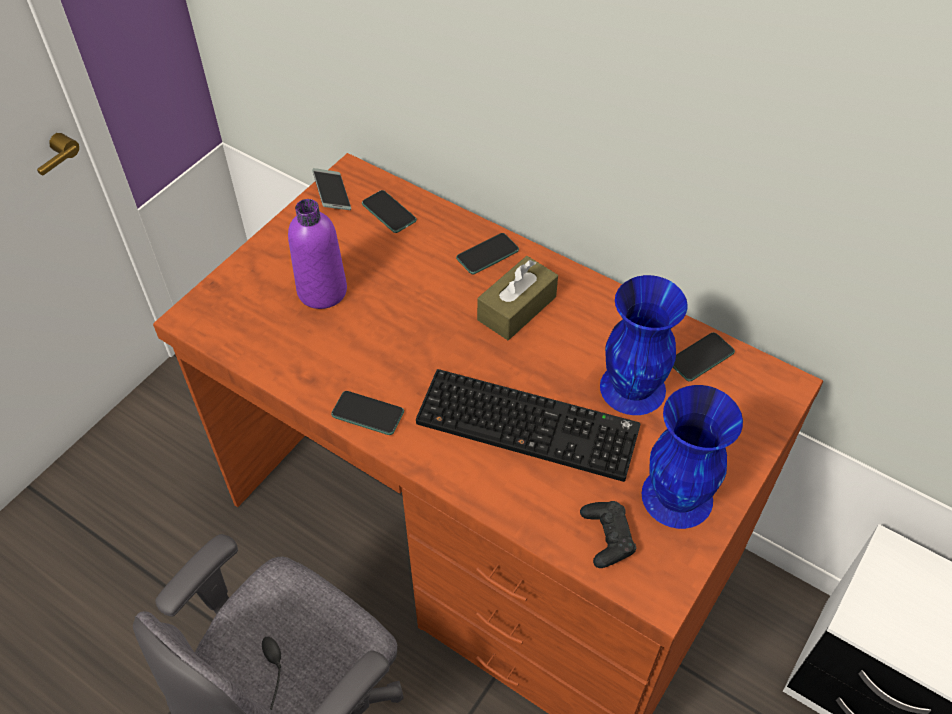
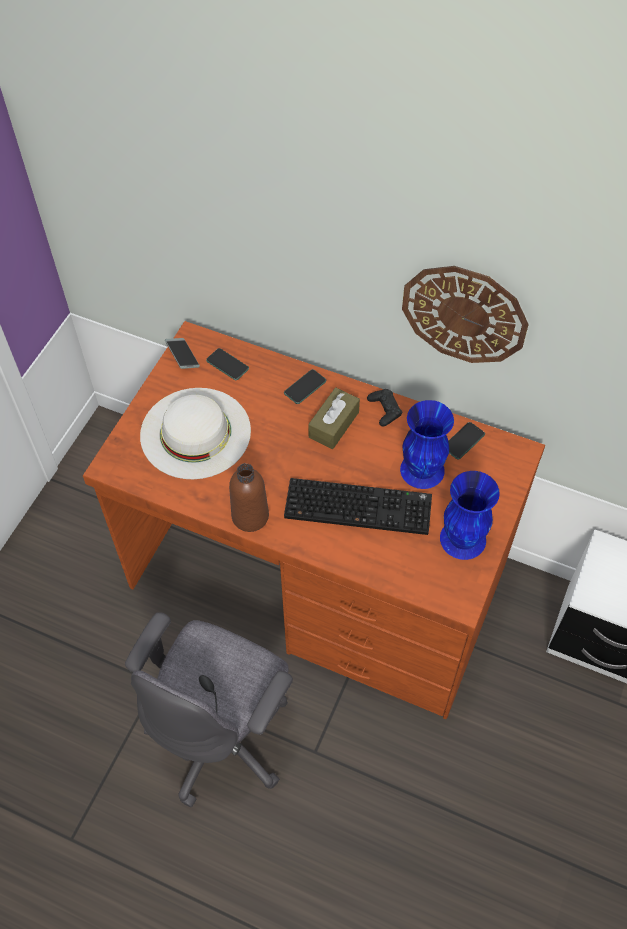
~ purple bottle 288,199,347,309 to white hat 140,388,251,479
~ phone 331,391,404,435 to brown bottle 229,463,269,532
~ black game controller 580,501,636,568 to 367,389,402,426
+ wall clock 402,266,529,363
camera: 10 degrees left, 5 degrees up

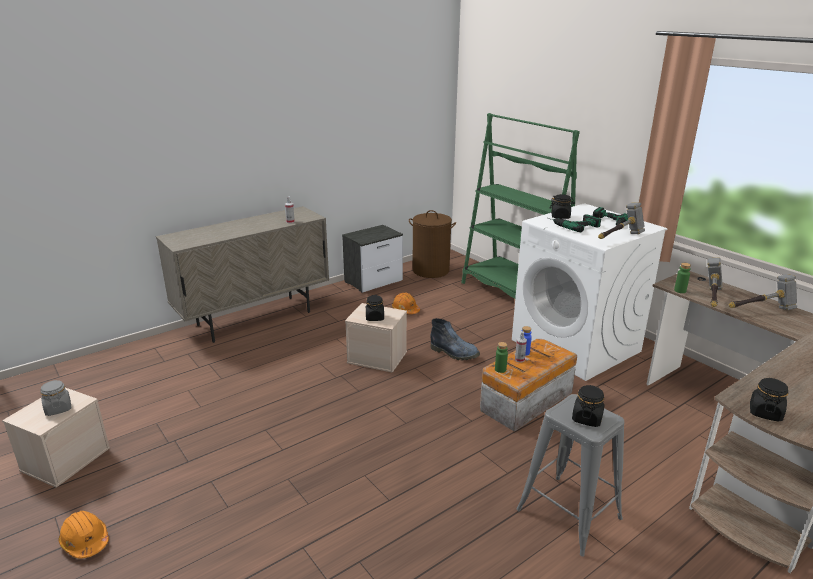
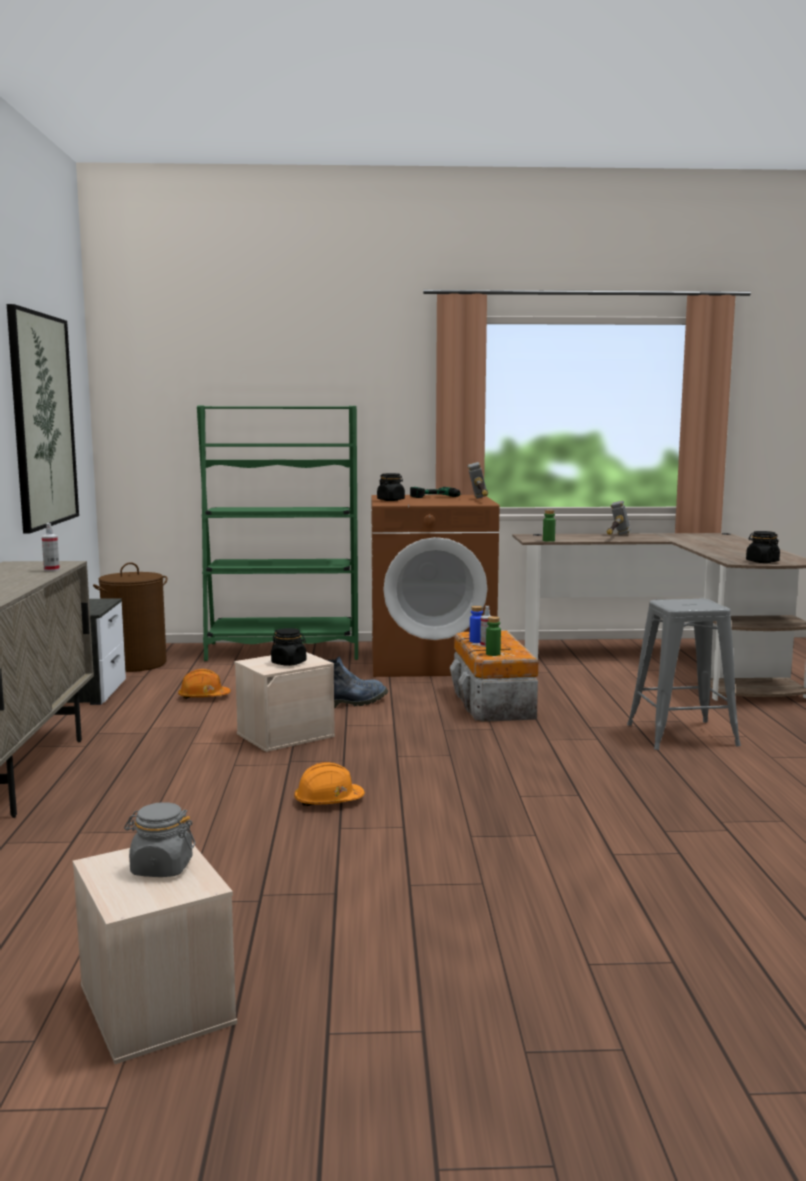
+ picture 7,304,79,534
~ orange hard hat 59,511,109,559 to 294,762,365,806
~ white washing machine 512,203,668,381 to brown washing machine 371,495,500,677
- power drill 548,214,601,232
- black jar 572,385,605,427
- hammer 707,257,722,307
camera: 55 degrees left, 15 degrees down

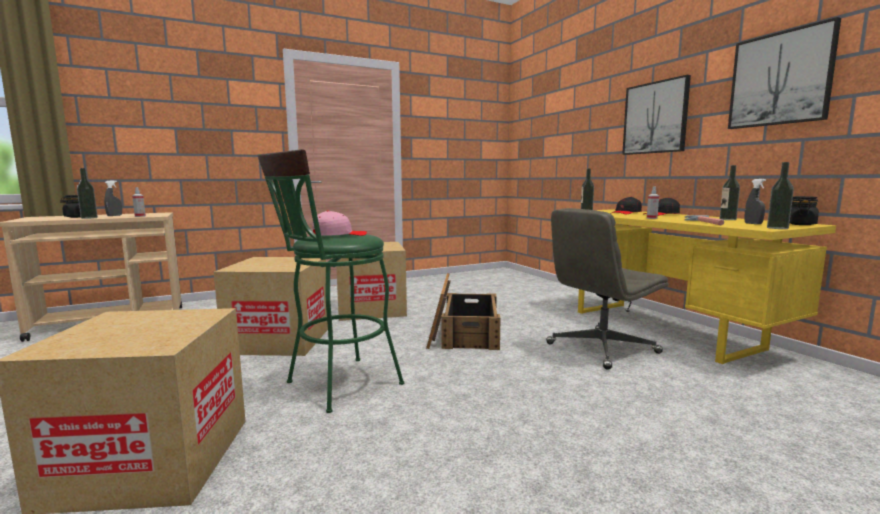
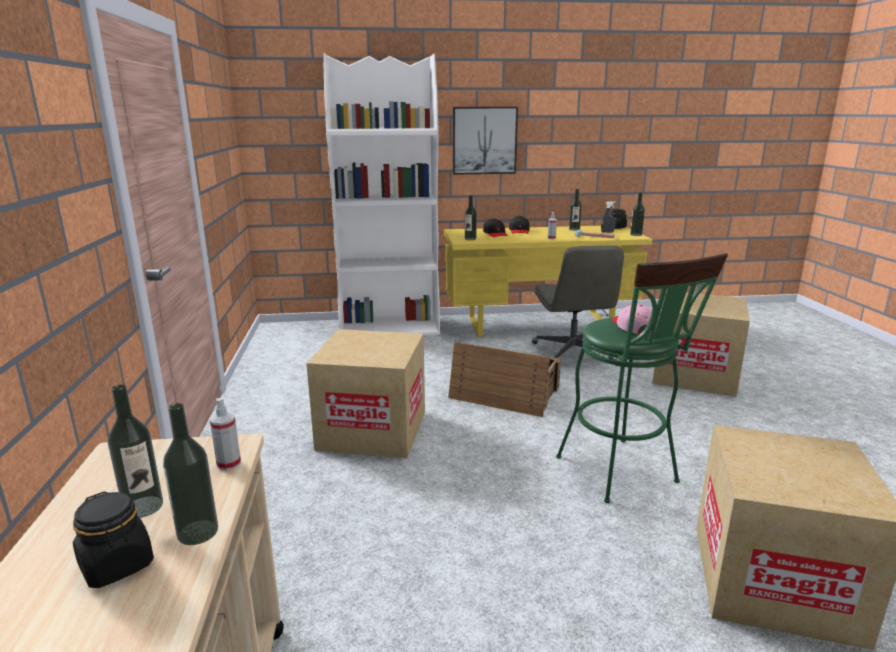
~ grey spray bottle 104,180,122,216 to bottle 108,384,163,518
+ white bookcase 323,53,440,336
~ cardboard box 214,257,328,356 to 652,291,750,397
- picture 728,17,841,129
camera: 70 degrees left, 10 degrees up

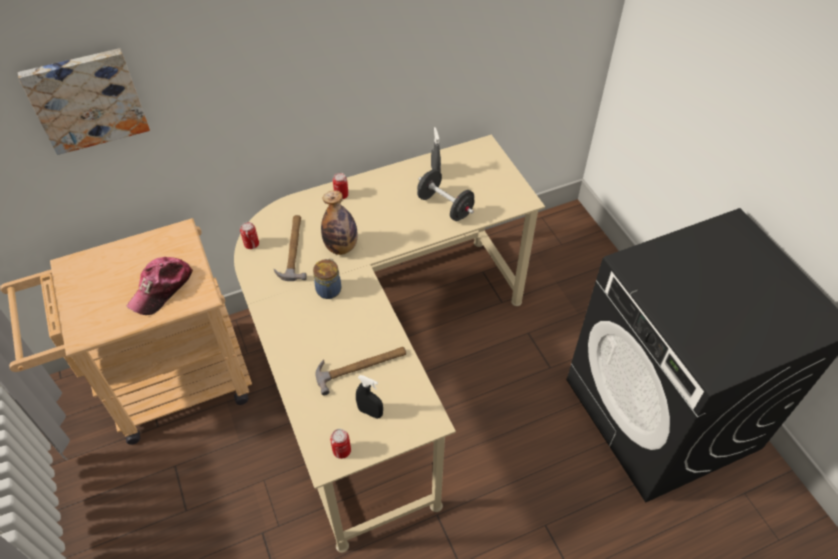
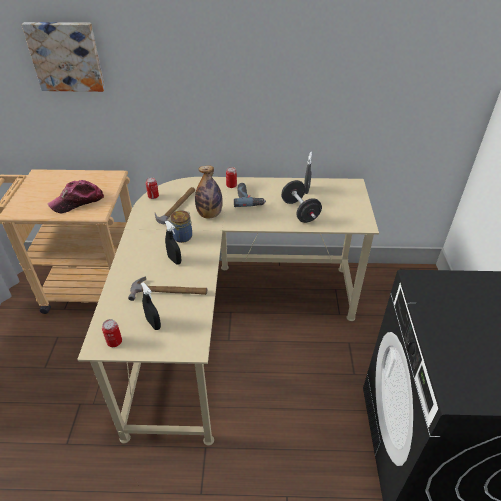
+ black spray bottle 165,221,181,265
+ power drill 234,183,266,207
camera: 25 degrees right, 10 degrees down

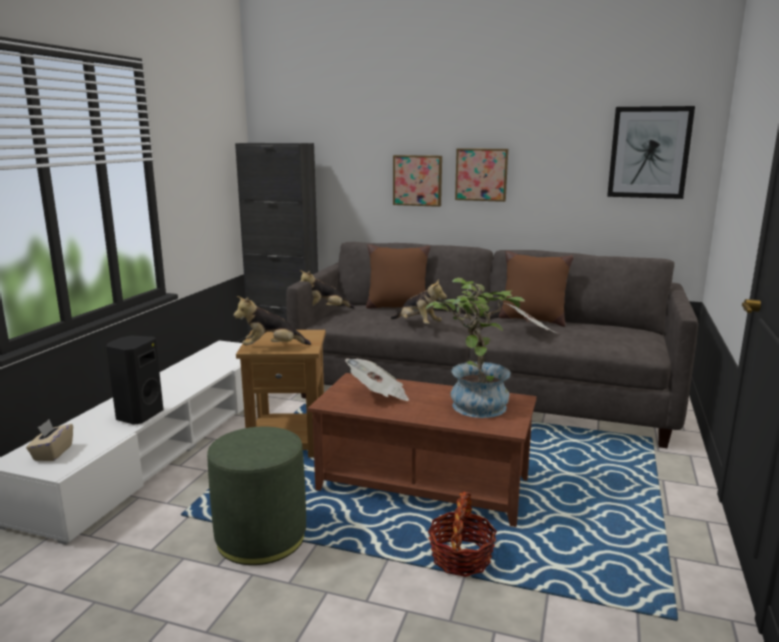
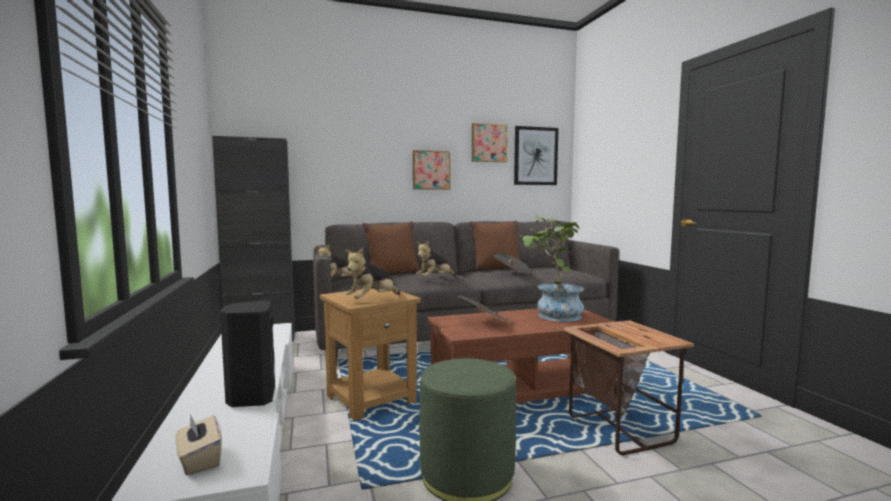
~ plush toy 391,279,447,324 = 416,241,456,277 135 degrees clockwise
~ picture 393,155,442,207 to 472,123,508,162
~ basket 428,492,497,577 to side table 564,321,694,455
camera: 35 degrees left, 10 degrees down

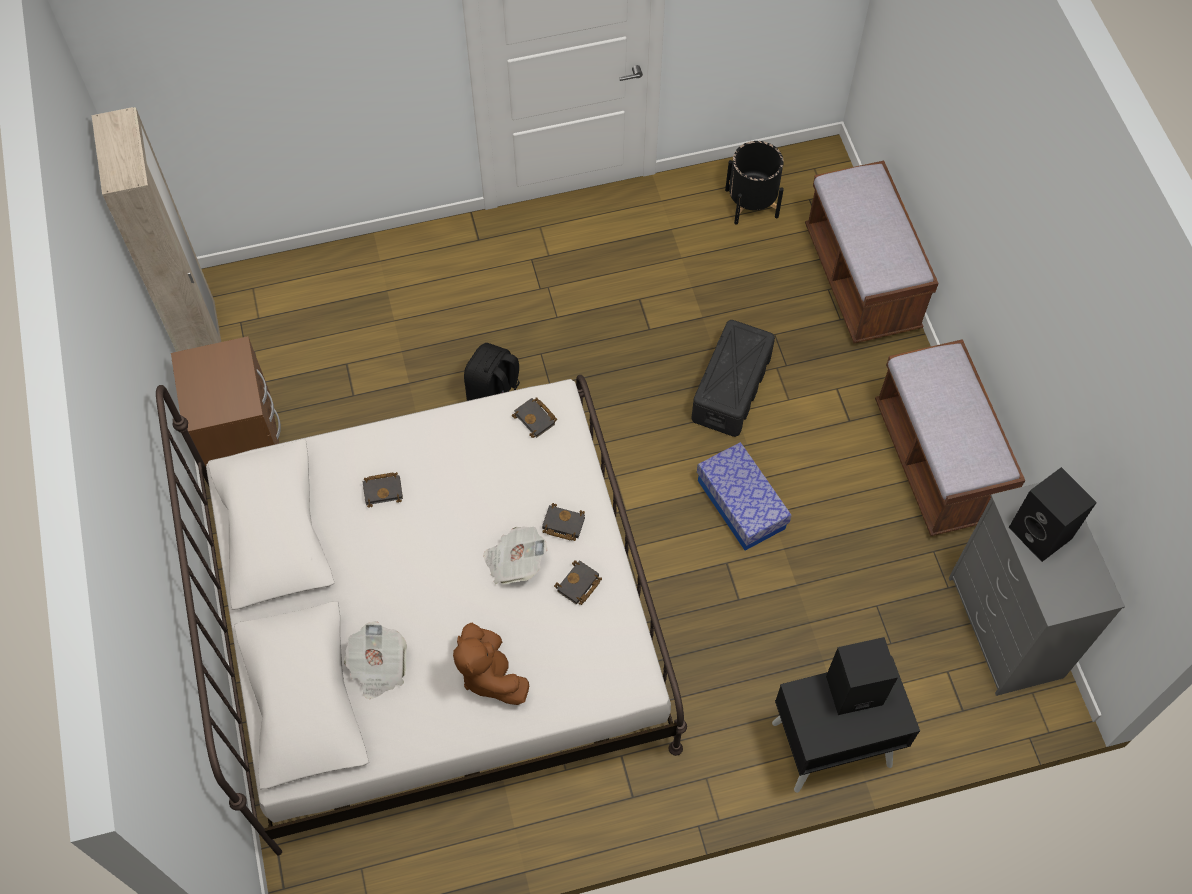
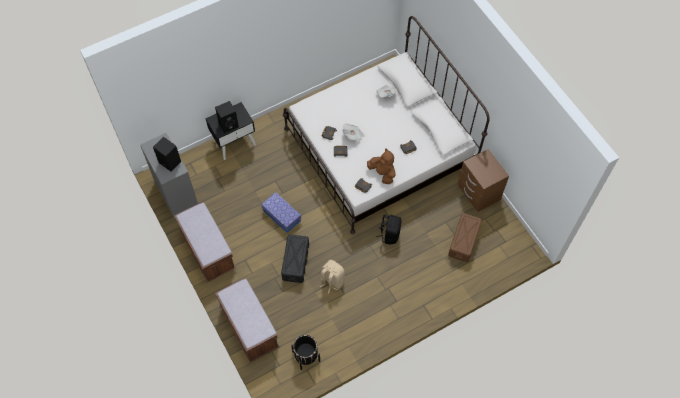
+ beige backpack 320,260,345,294
~ brown plush toy 453,623,529,705 to 367,149,396,184
+ brown storage box 448,213,482,262
- beige wardrobe 92,107,221,352
camera: 165 degrees right, 0 degrees up

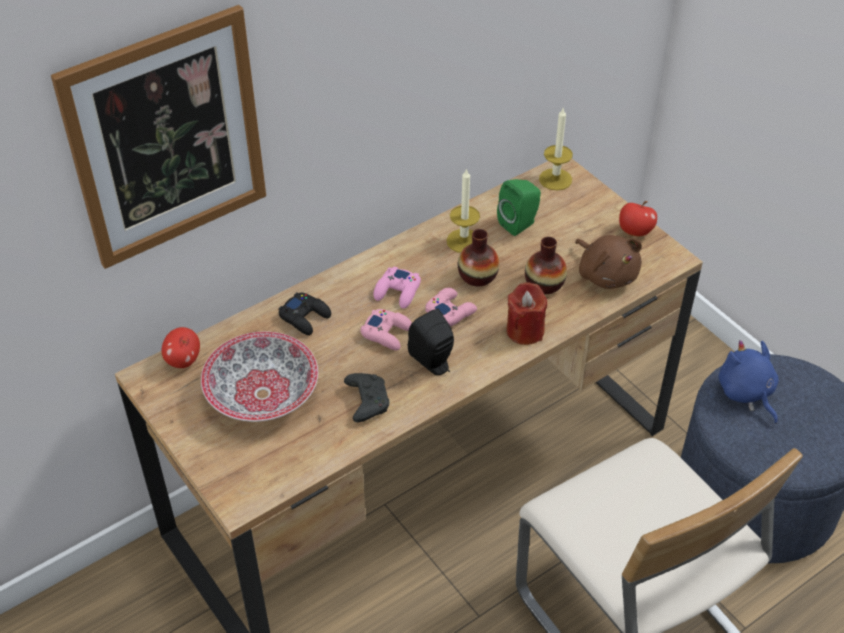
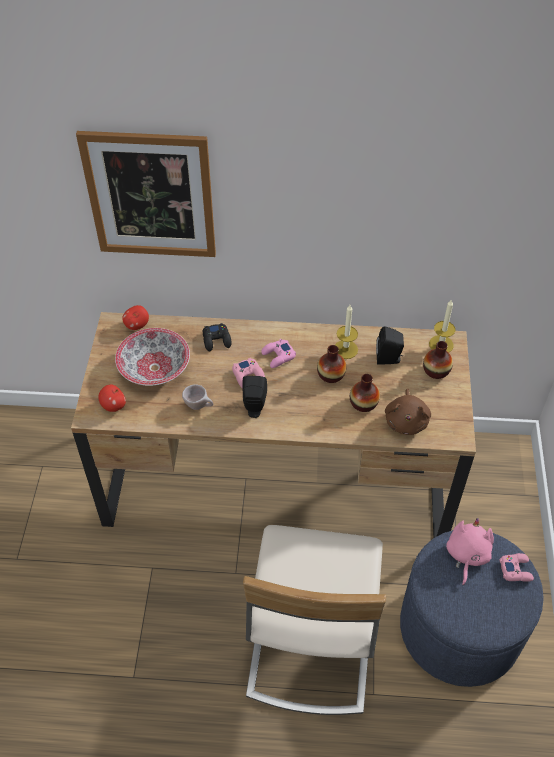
~ apple 619,201,657,236 to 98,384,126,412
~ black game controller 344,373,389,422 to beige cup 182,384,213,410
~ green speaker 497,179,541,236 to black speaker 376,326,404,365
+ vase 423,341,453,379
~ blue plush toy 719,340,779,424 to pink plush toy 446,518,494,586
~ pink game controller 425,288,477,326 to 500,553,534,581
- red candle 507,282,547,345
camera: 40 degrees right, 5 degrees up

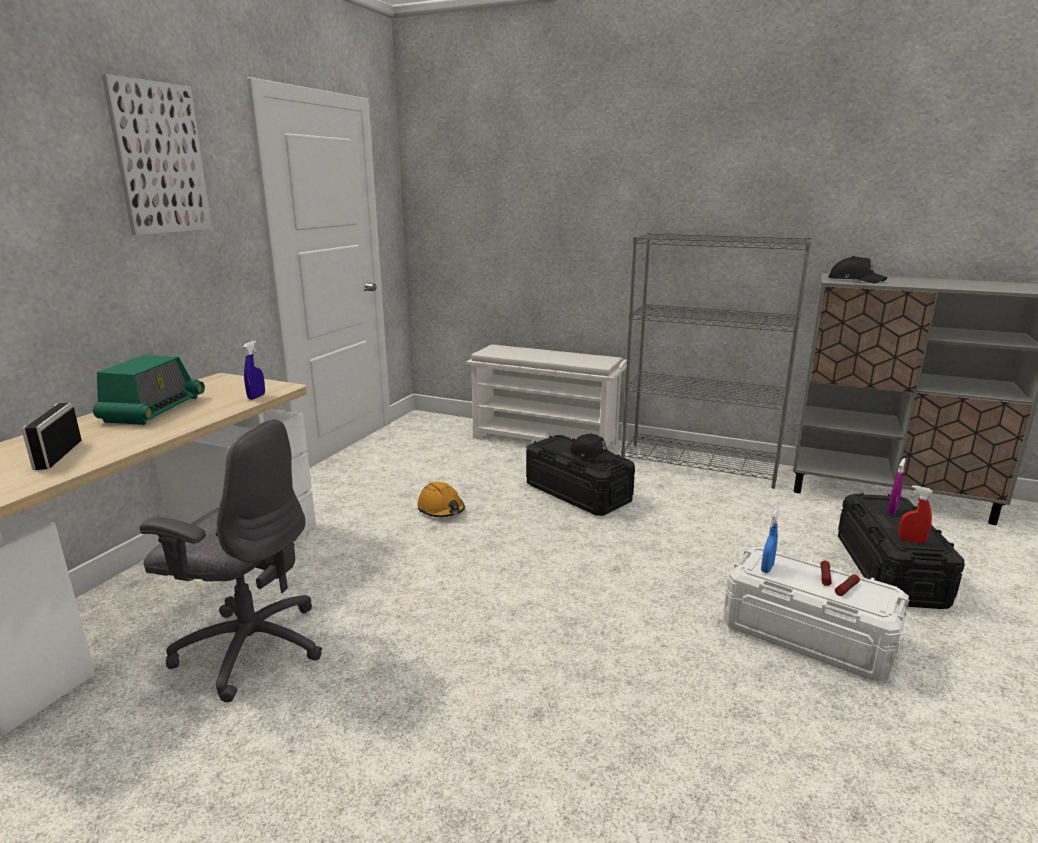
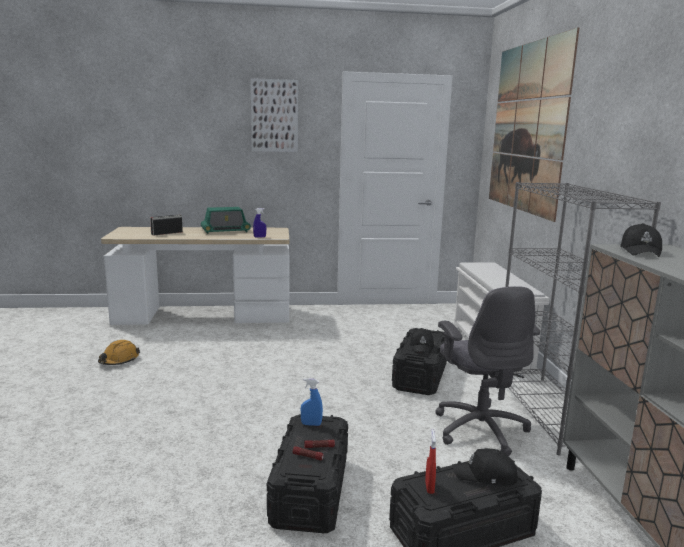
~ orange hard hat 417,482,465,517 to 98,340,140,365
~ white storage box 724,547,909,681 to black storage box 267,414,348,533
~ grey office chair 139,419,322,702 to 435,286,540,456
~ purple spray bottle 887,458,906,514 to black cap 452,448,517,486
+ picture 489,28,579,222
camera: 60 degrees right, 5 degrees down

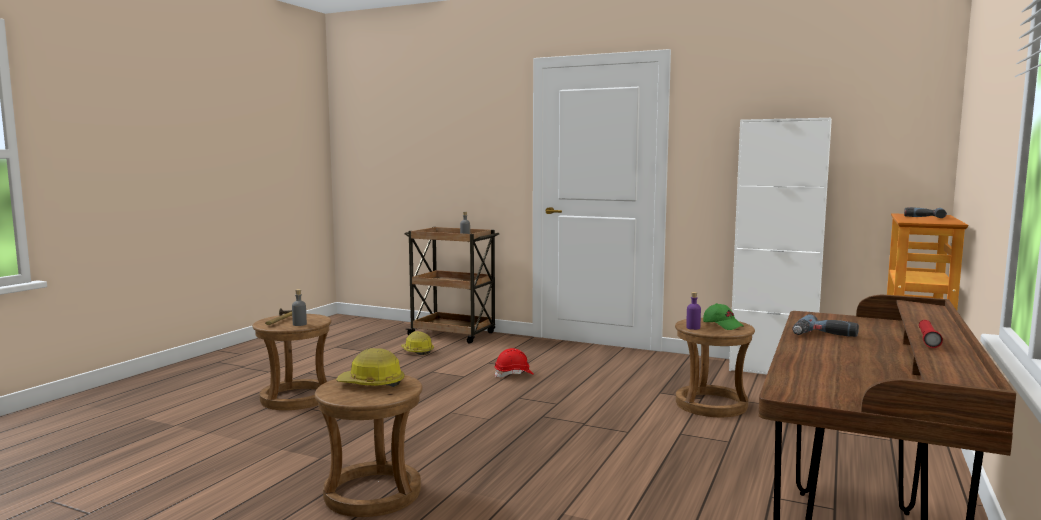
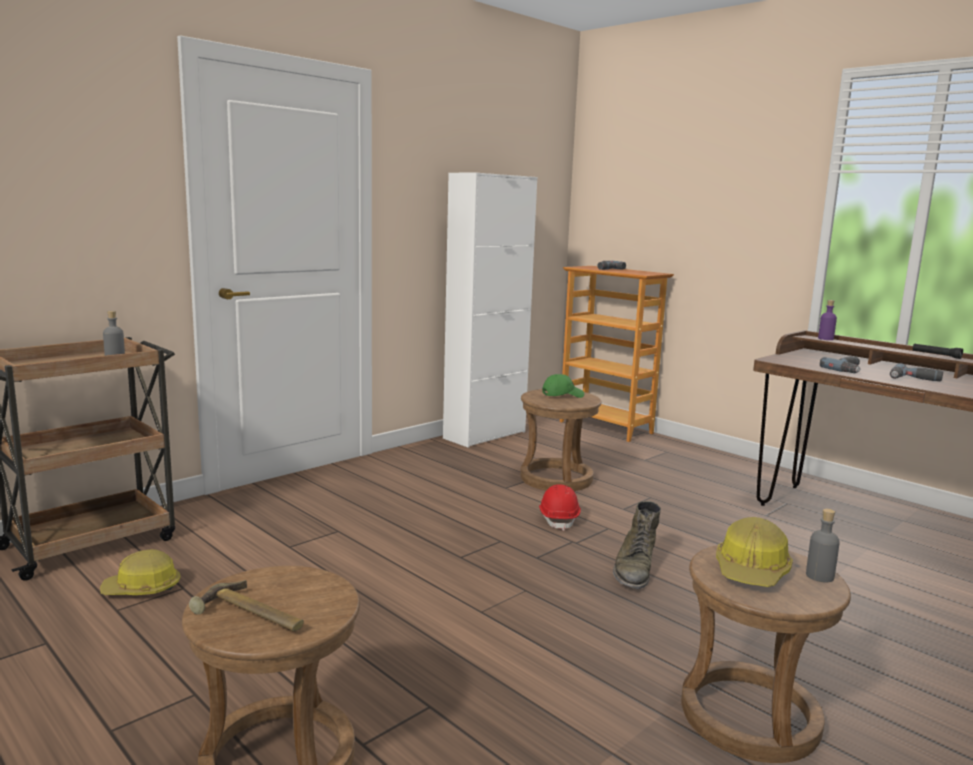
~ red hard hat 494,348,534,378 to 539,484,581,531
+ green boot 613,501,661,589
~ grey bottle 292,289,307,326 to 806,509,840,583
~ purple bottle 686,292,701,330 to 818,300,837,340
+ power drill 890,363,943,381
~ red flashlight 919,320,943,348 to black flashlight 913,343,963,359
camera: 70 degrees left, 5 degrees up

